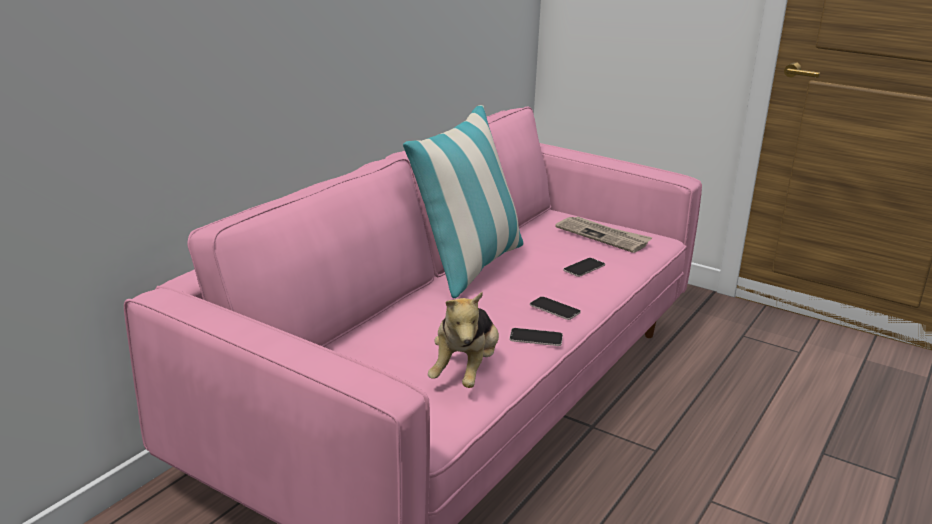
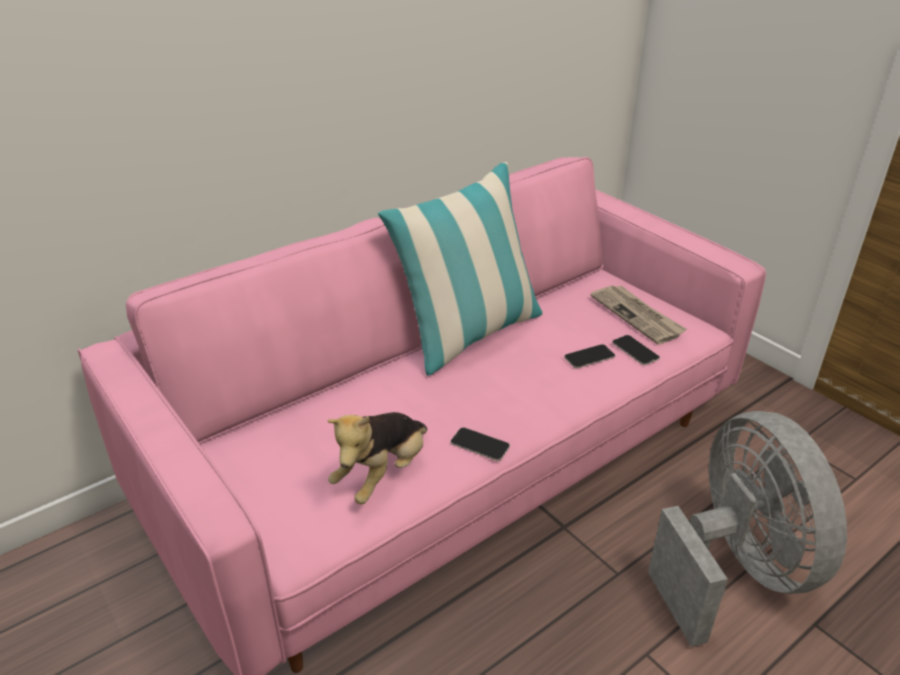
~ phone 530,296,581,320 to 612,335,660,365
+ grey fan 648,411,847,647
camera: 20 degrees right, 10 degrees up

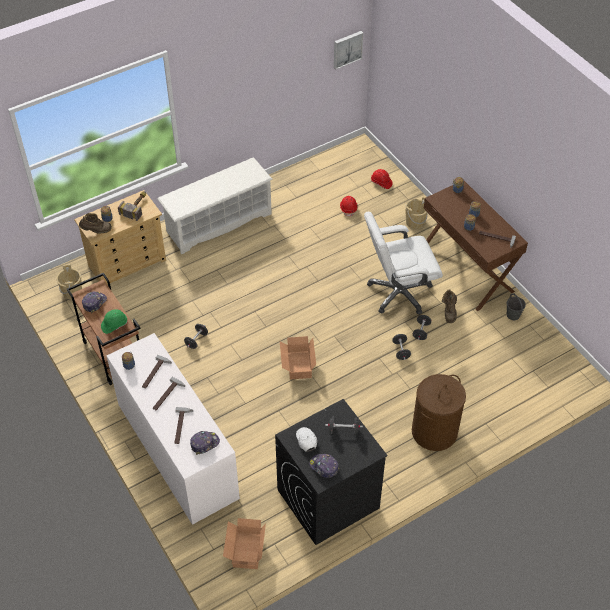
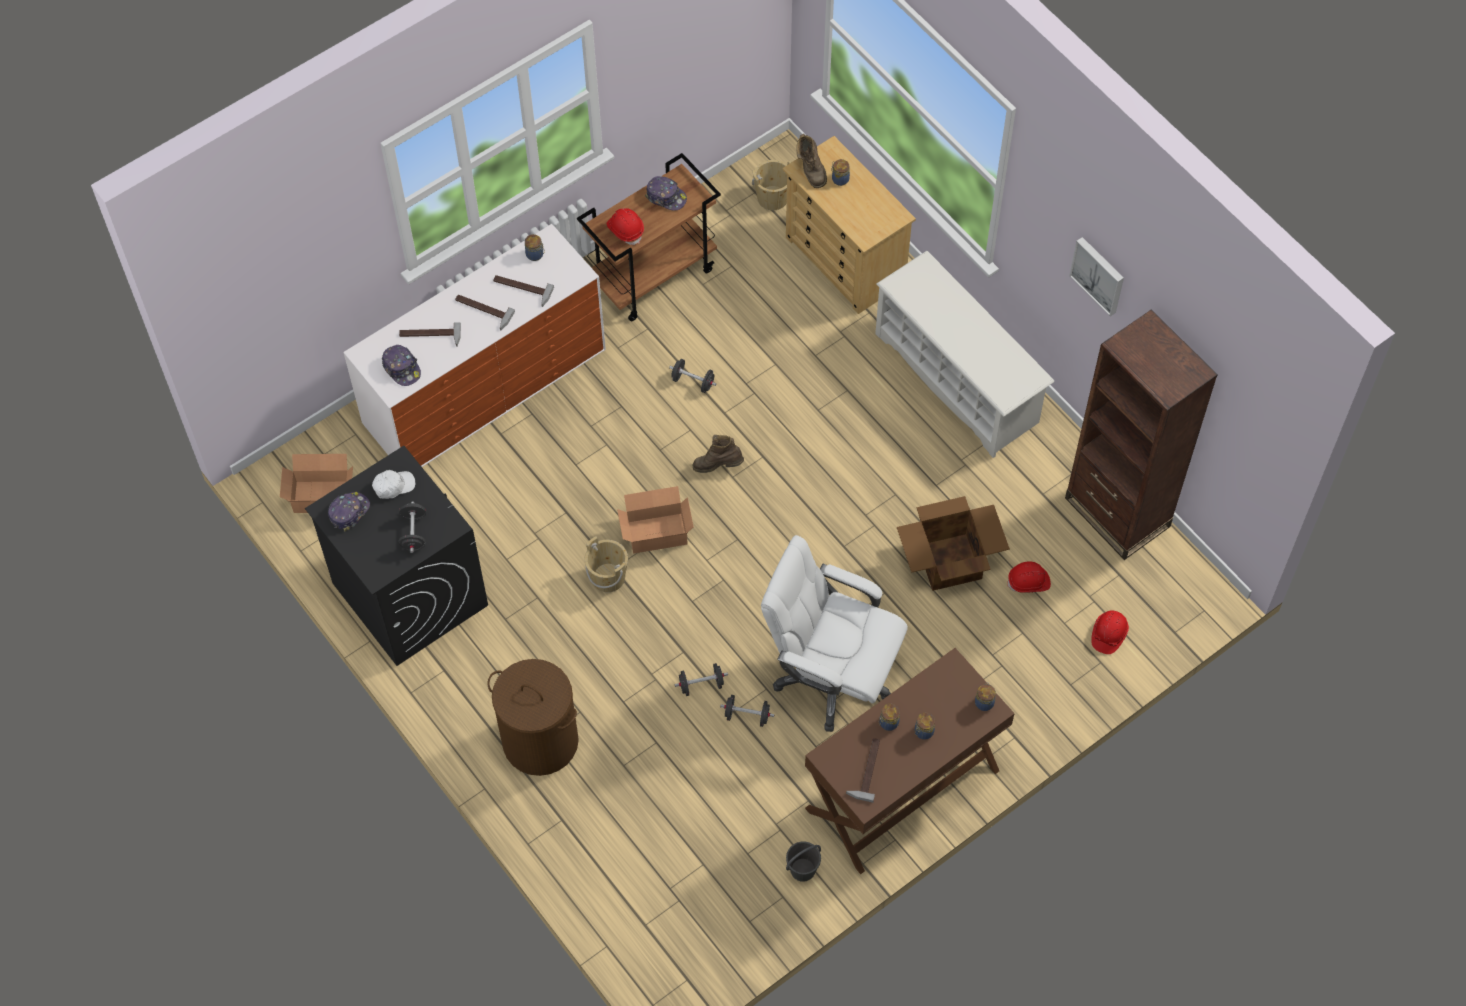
~ beige bucket 405,196,427,229 to 585,536,628,592
~ green hard hat 101,309,128,334 to red hard hat 607,208,644,245
~ brown boot 442,289,457,323 to 693,435,744,473
~ white office chair 364,212,443,314 = 761,535,908,732 45 degrees counterclockwise
+ cardboard box 897,496,1010,591
+ brown bookcase 1065,310,1218,560
~ picture 334,31,363,69 to 1069,237,1124,316
- hammer 118,191,146,221
camera: 85 degrees right, 10 degrees up

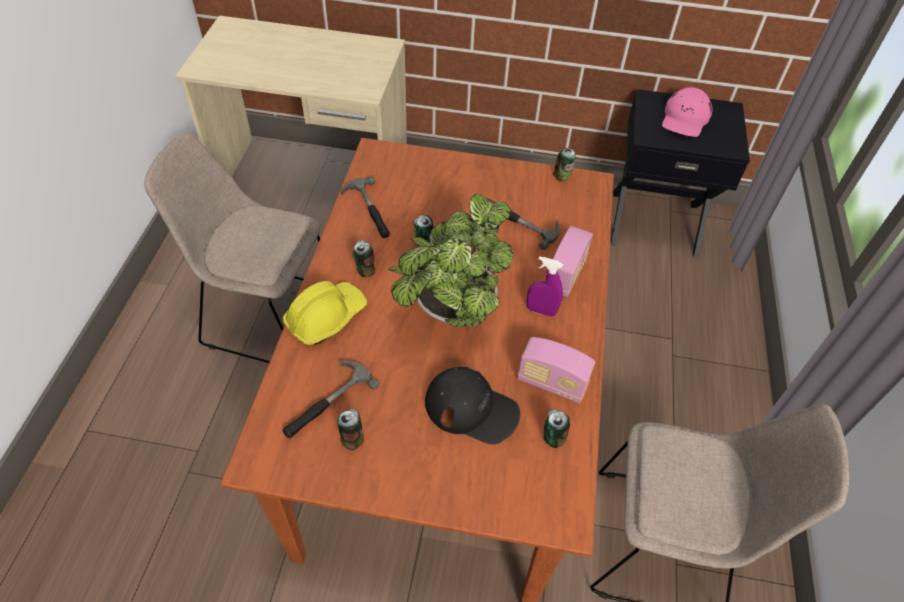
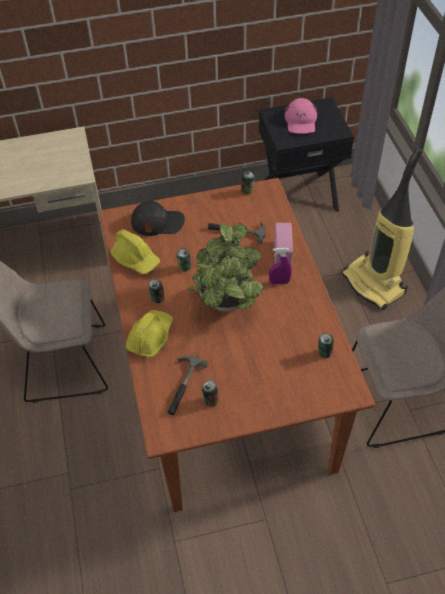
~ hammer 341,176,390,238 to yellow hard hat 110,229,160,274
~ black cap 425,367,520,445 to 131,201,185,236
+ vacuum cleaner 342,148,423,310
- radio 517,337,595,403
camera: 20 degrees left, 0 degrees up

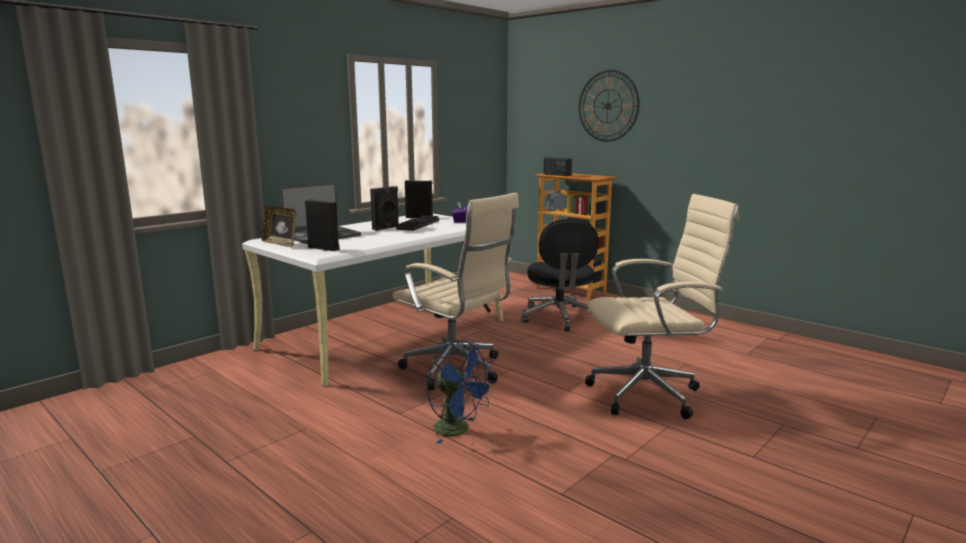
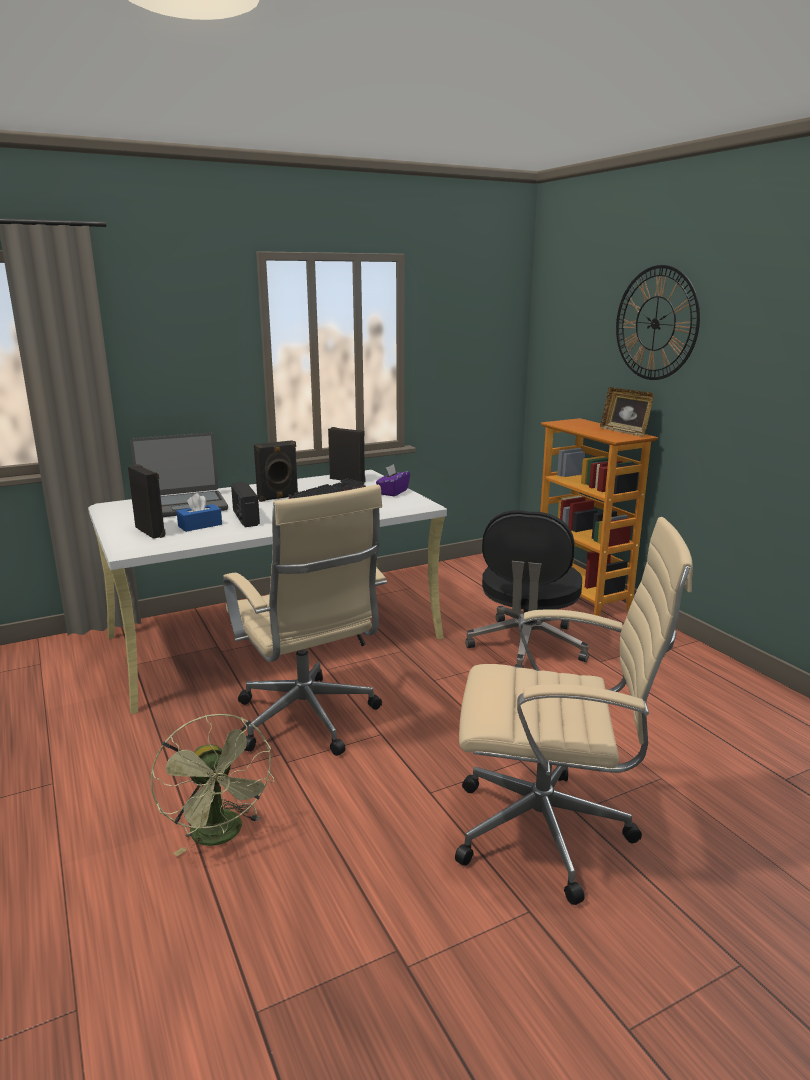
~ blue fan 427,340,495,444 to green fan 151,714,274,856
+ blue tissue box 176,493,222,532
~ radio 543,157,572,176 to 231,482,260,527
~ picture frame 261,206,297,247 to 600,387,653,437
camera: 20 degrees right, 5 degrees up

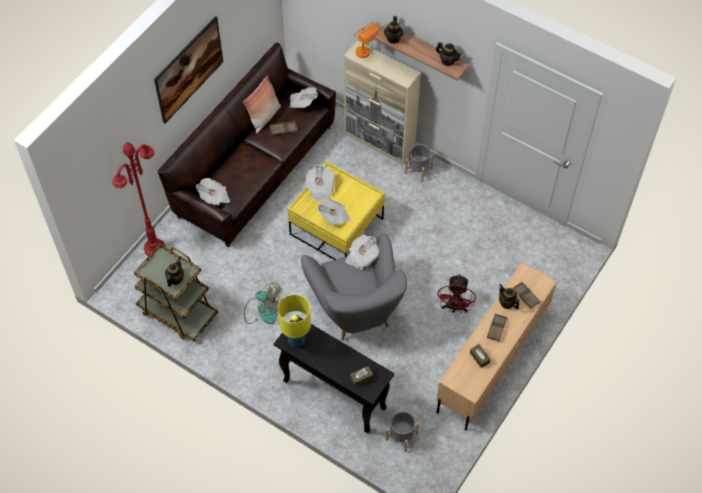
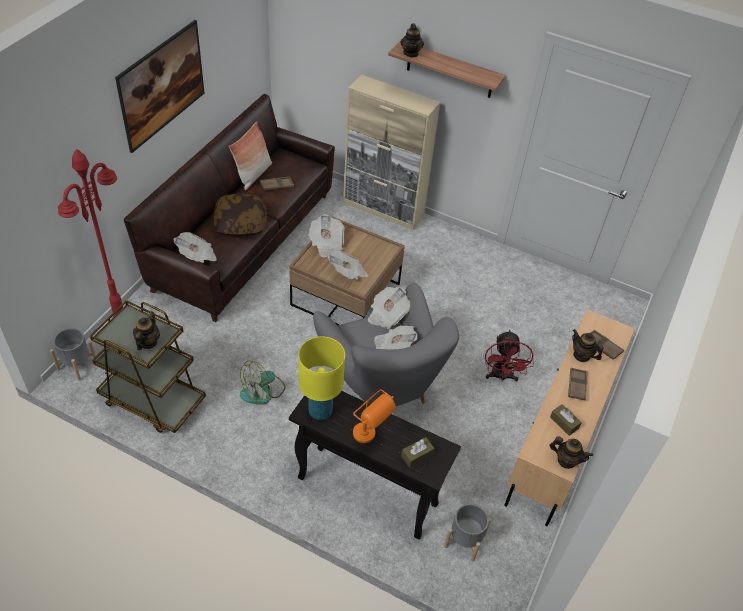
~ grey planter 405,144,434,182 to 50,328,97,381
+ pillow 214,194,267,236
~ fan 244,283,282,324 = 240,361,285,405 120 degrees clockwise
~ yellow coffee table 288,162,385,260 to brown coffee table 289,216,405,326
~ orange table lamp 354,22,381,58 to 353,389,396,443
~ newspaper 290,87,318,108 to 374,325,417,349
~ teapot 436,42,462,66 to 549,436,593,469
camera: 10 degrees left, 10 degrees down

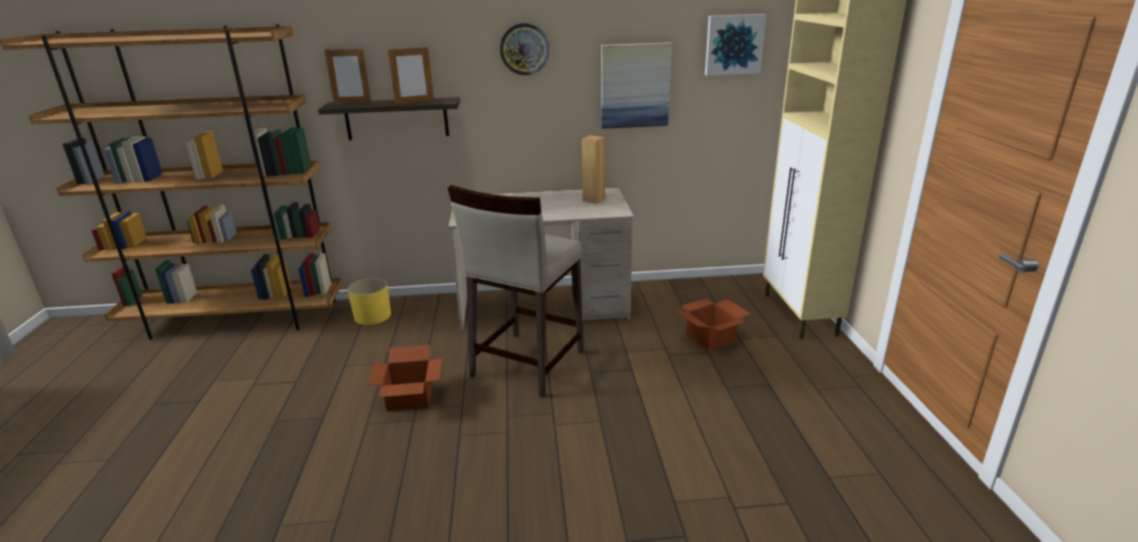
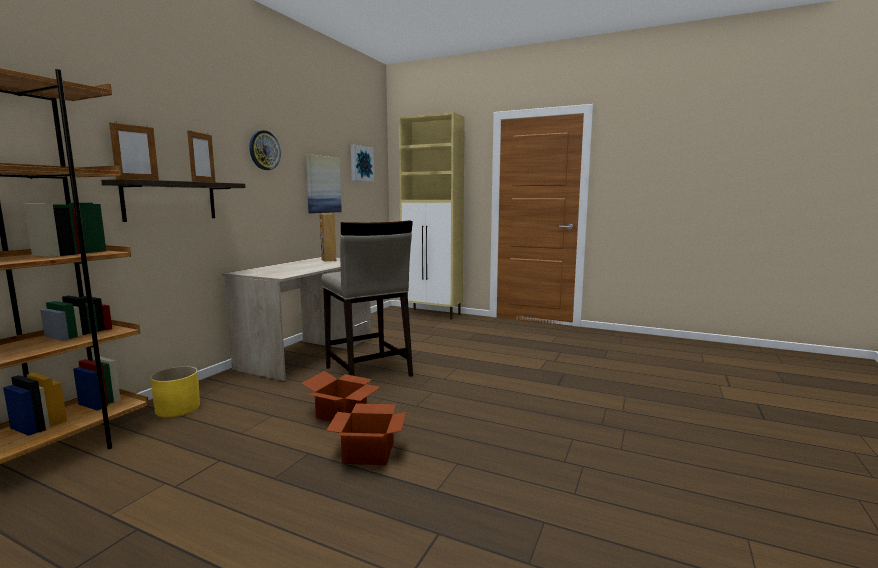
~ cardboard box 675,298,751,351 to 326,403,406,465
camera: 60 degrees left, 15 degrees down

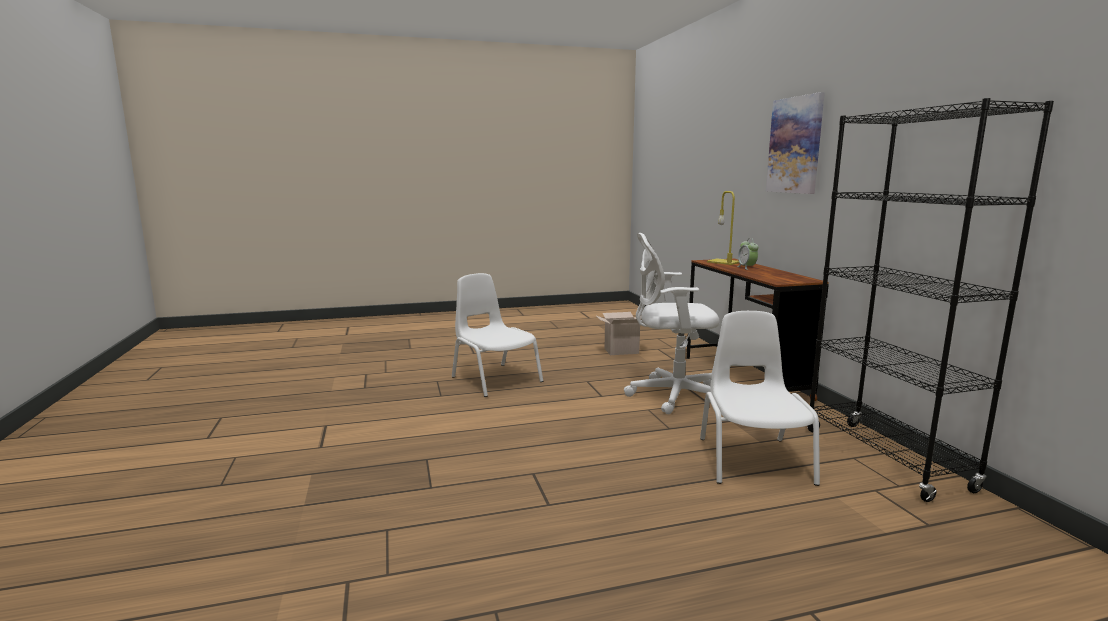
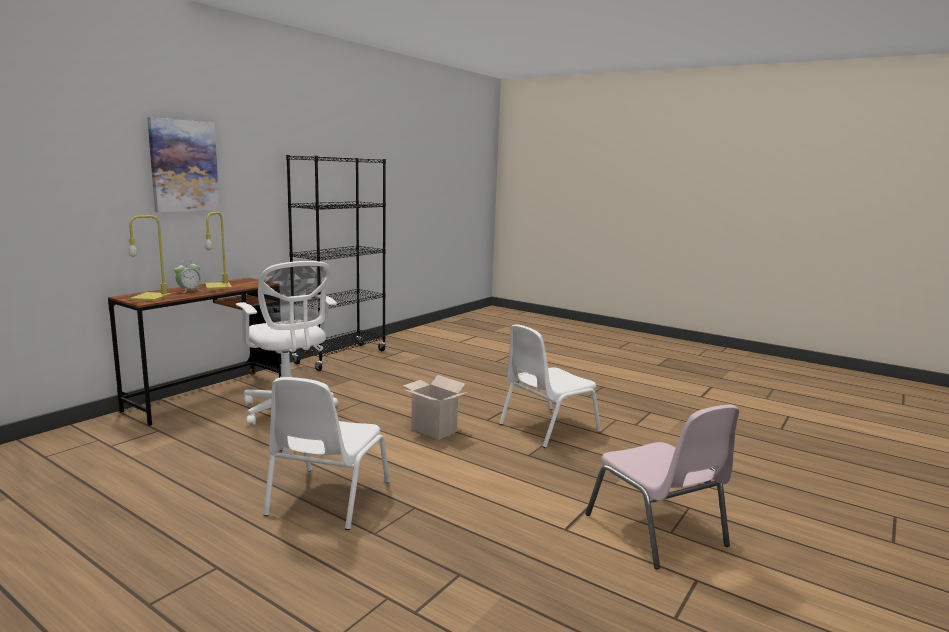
+ yellow table lamp 205,212,232,289
~ cardboard box 595,312,642,355 to 403,375,468,440
~ white chair 700,311,820,486 to 499,324,601,448
+ pink chair 586,405,740,570
camera: 130 degrees left, 0 degrees up

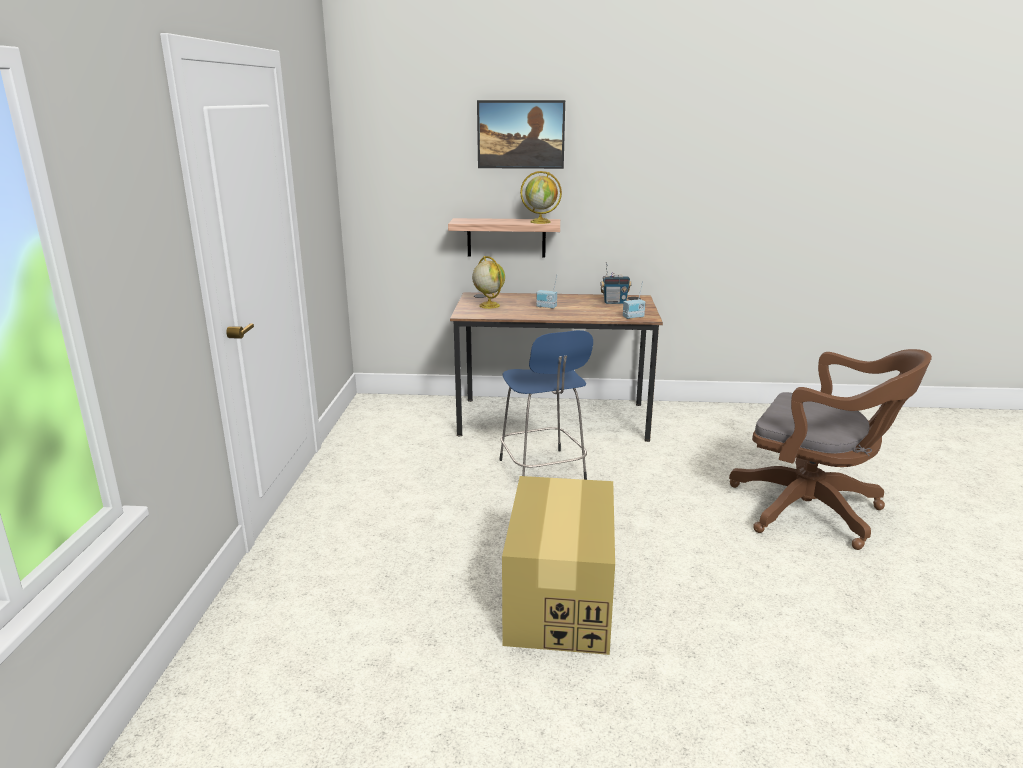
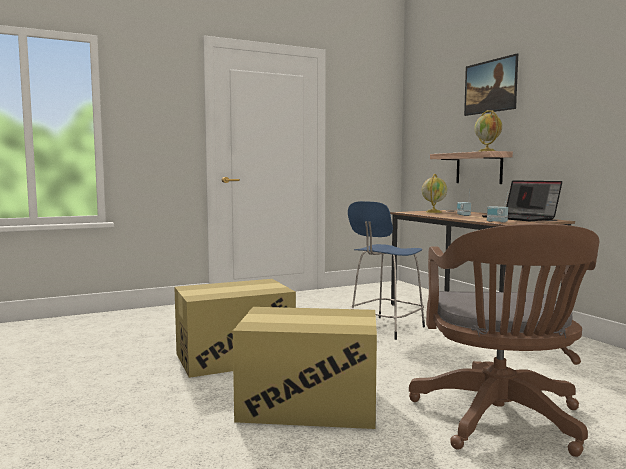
+ cardboard box 233,307,377,429
~ radio 600,262,632,304 to laptop 482,180,562,221
camera: 60 degrees right, 15 degrees down

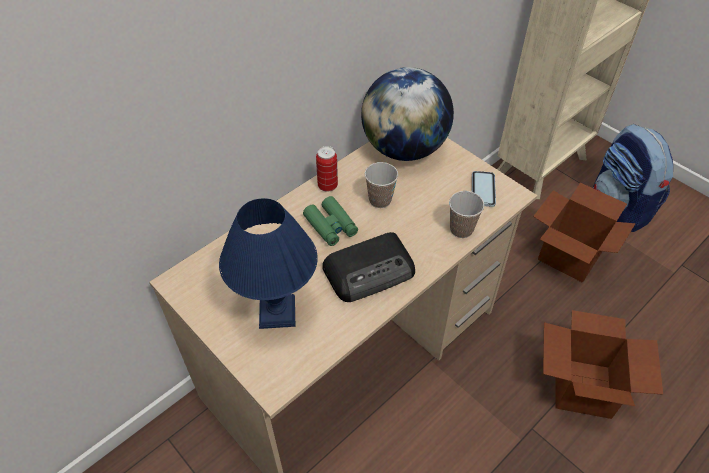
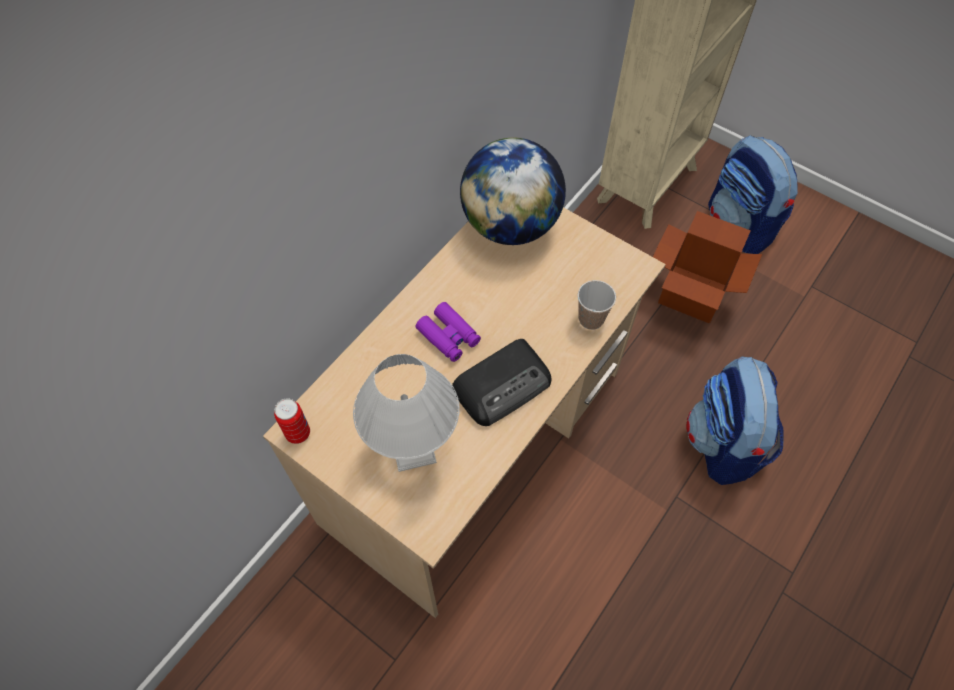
~ can 316,146,338,192 to 274,398,310,444
~ blue table lamp 219,198,318,329 to white table lamp 353,354,459,472
~ green binoculars 303,196,358,246 to purple binoculars 416,302,481,362
~ cardboard box 543,310,663,419 to backpack 686,357,784,485
- cup 365,162,398,208
- phone 472,171,496,207
camera: 10 degrees left, 10 degrees up

